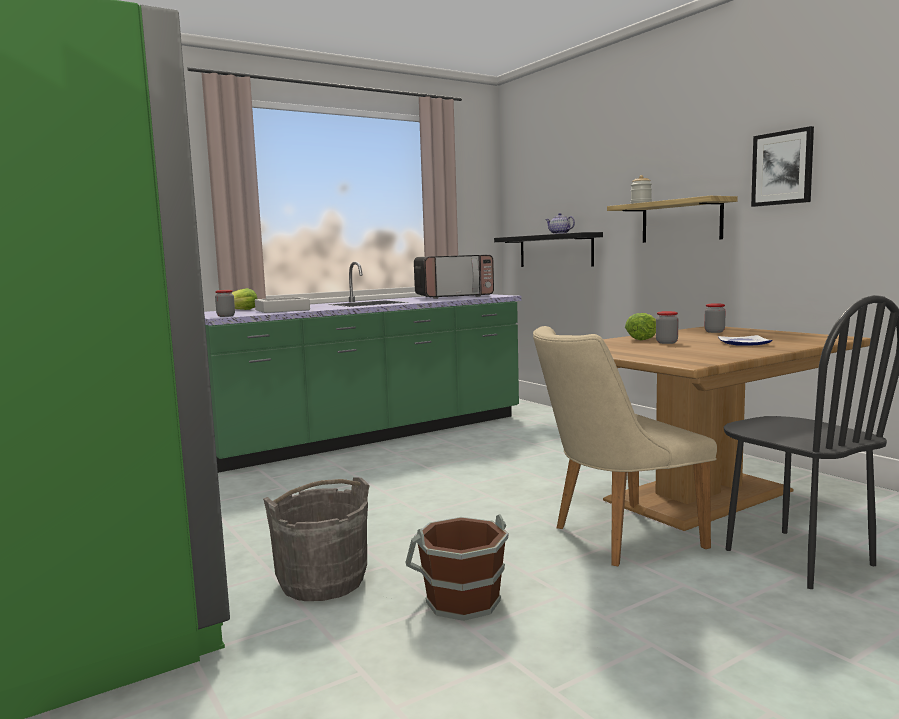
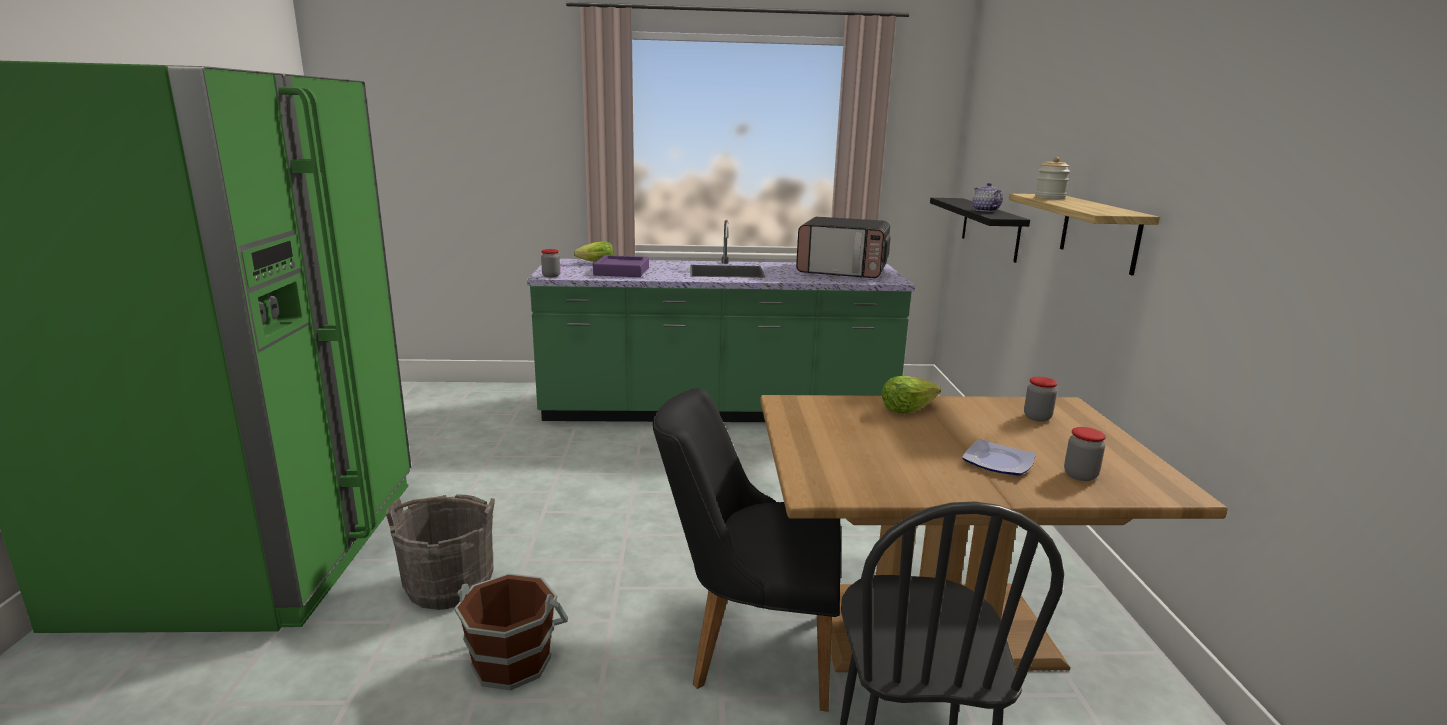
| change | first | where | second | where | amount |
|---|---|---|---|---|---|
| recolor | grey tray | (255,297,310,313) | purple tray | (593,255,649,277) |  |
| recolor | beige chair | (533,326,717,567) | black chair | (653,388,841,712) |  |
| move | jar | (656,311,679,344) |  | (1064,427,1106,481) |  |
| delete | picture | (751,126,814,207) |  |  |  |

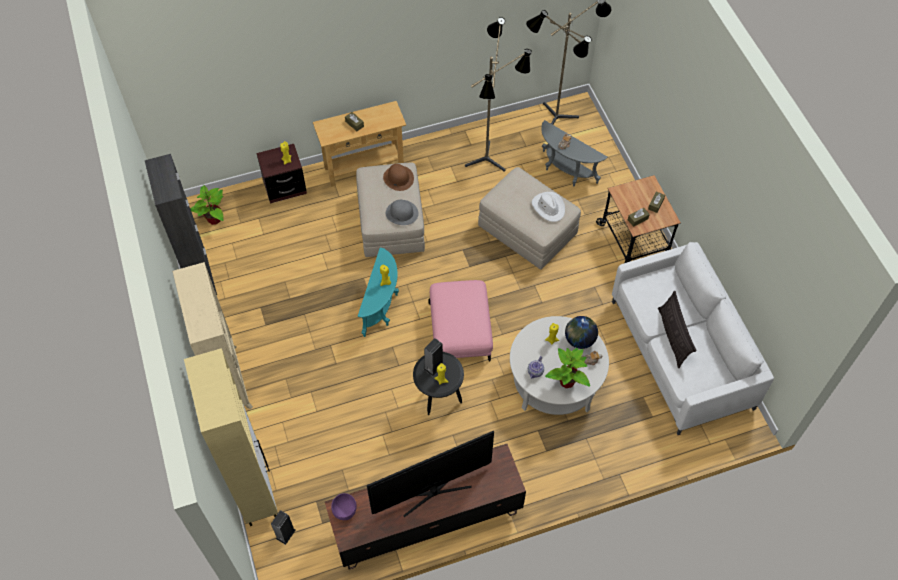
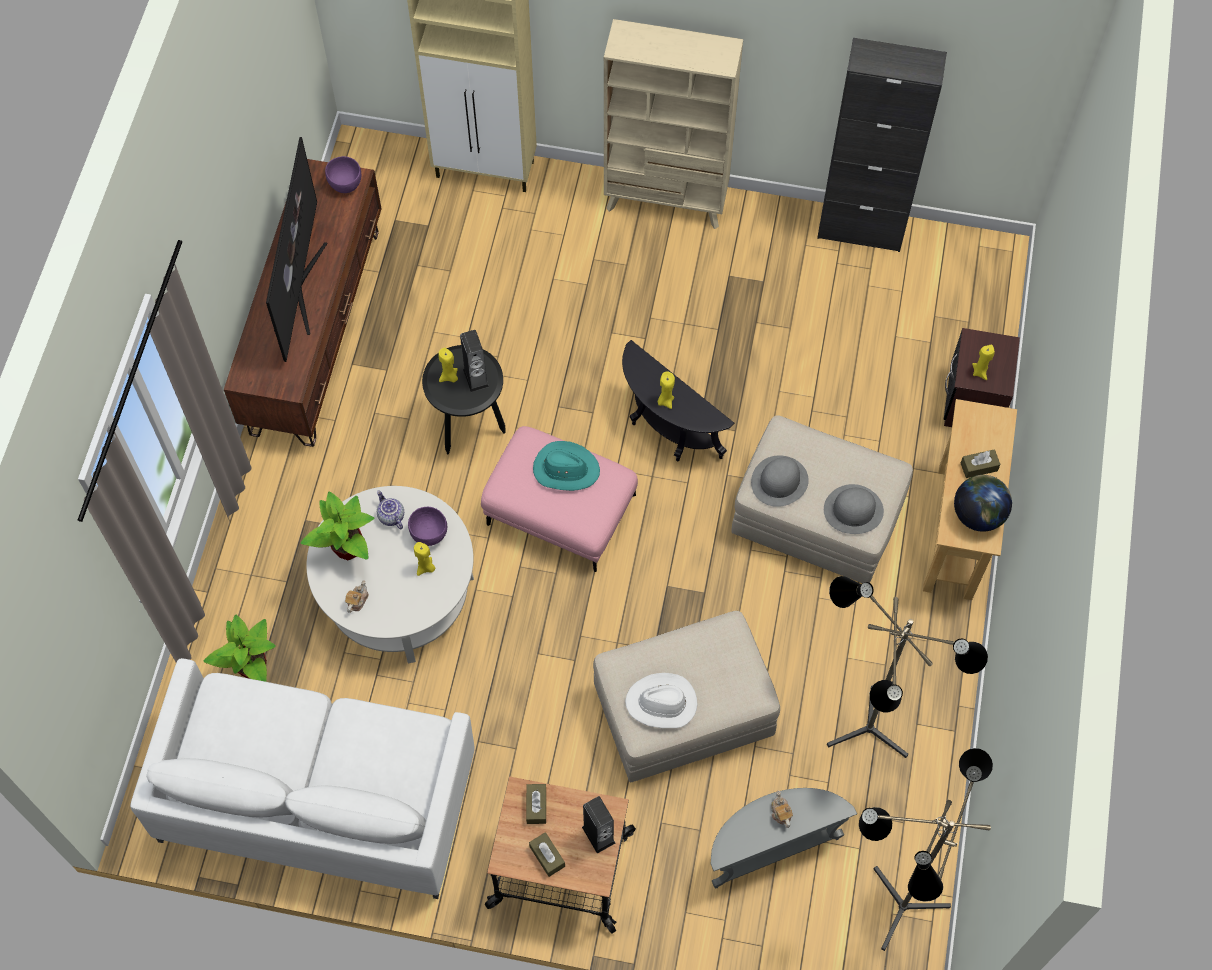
| change | first | where | second | where | amount |
|---|---|---|---|---|---|
| move | potted plant | (190,185,224,225) |  | (204,614,276,682) |  |
| insert |  |  | purple bowl | (408,507,447,546) |  |
| insert |  |  | turquoise hat | (533,441,600,491) |  |
| move | speaker | (271,510,296,545) |  | (582,796,615,854) |  |
| recolor | turquoise side table | (358,248,399,337) | black side table | (622,340,734,461) |  |
| recolor | brown hat | (383,164,414,191) | grey hat | (824,484,884,534) |  |
| move | globe | (565,316,598,349) |  | (954,475,1012,532) |  |
| delete | pillow | (658,291,697,368) |  |  |  |

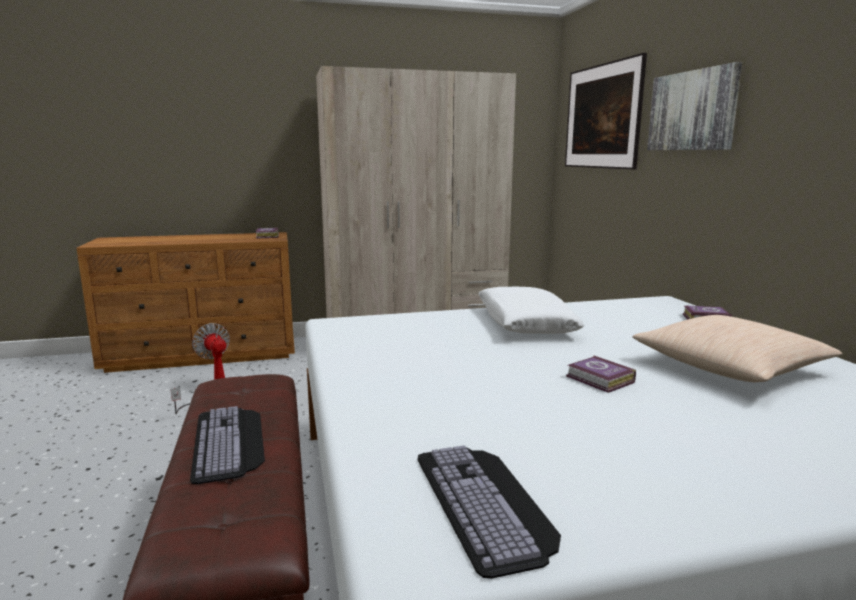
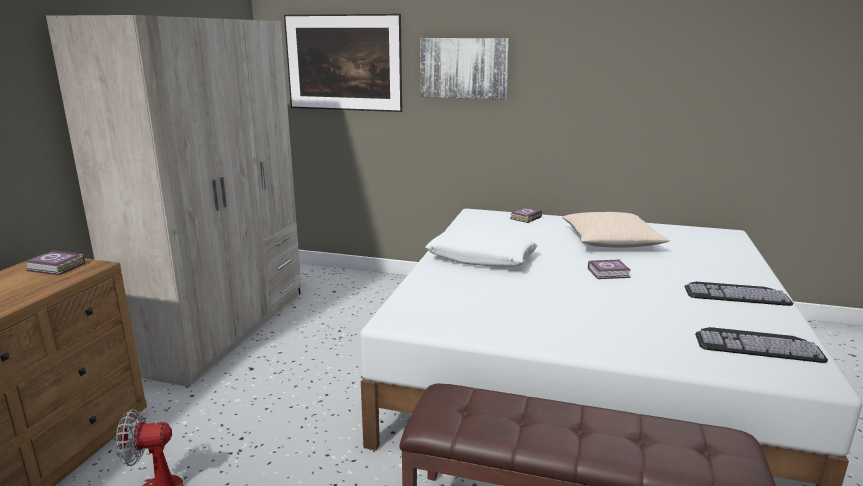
| change | first | where | second | where | amount |
|---|---|---|---|---|---|
| move | keyboard | (190,406,265,484) |  | (684,282,793,306) |  |

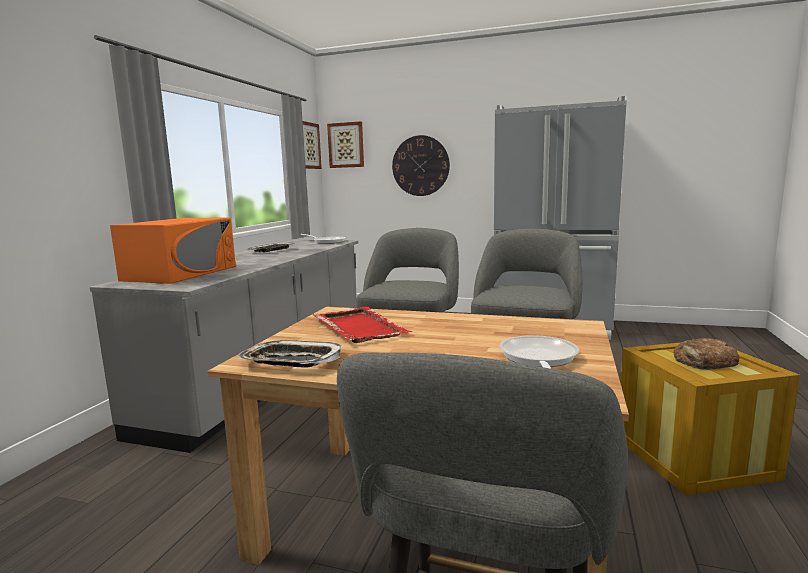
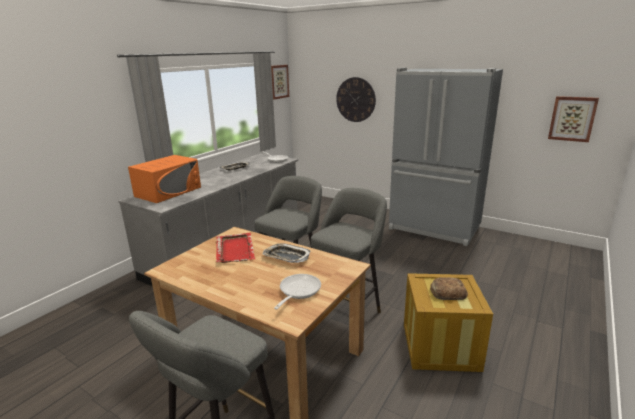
| change | first | where | second | where | amount |
|---|---|---|---|---|---|
| move | tray | (238,340,341,368) |  | (263,243,311,263) |  |
| move | picture | (327,121,364,168) |  | (548,96,599,142) |  |

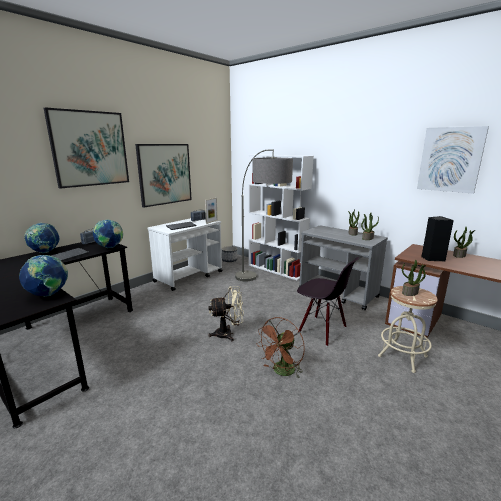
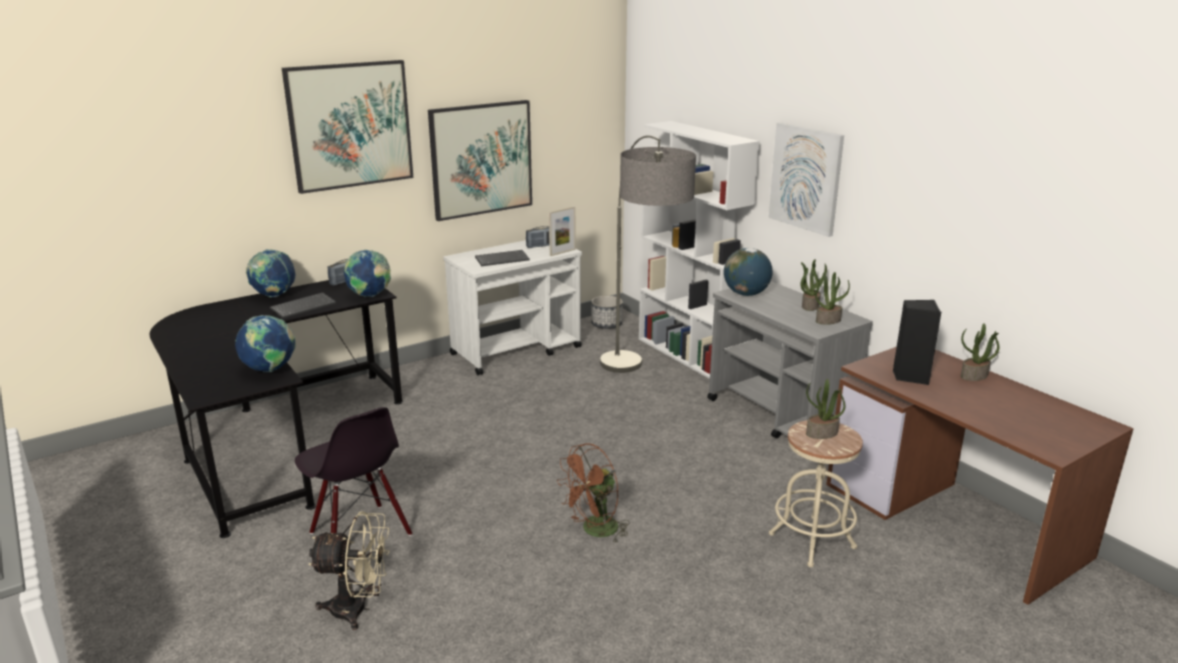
| change | first | where | second | where | amount |
|---|---|---|---|---|---|
| move | black chair | (297,257,360,346) |  | (295,407,412,536) |  |
| move | beige fan | (208,286,244,341) |  | (308,511,390,630) |  |
| insert |  |  | globe | (724,248,772,296) |  |
| move | picture | (417,126,489,194) |  | (768,122,844,237) |  |

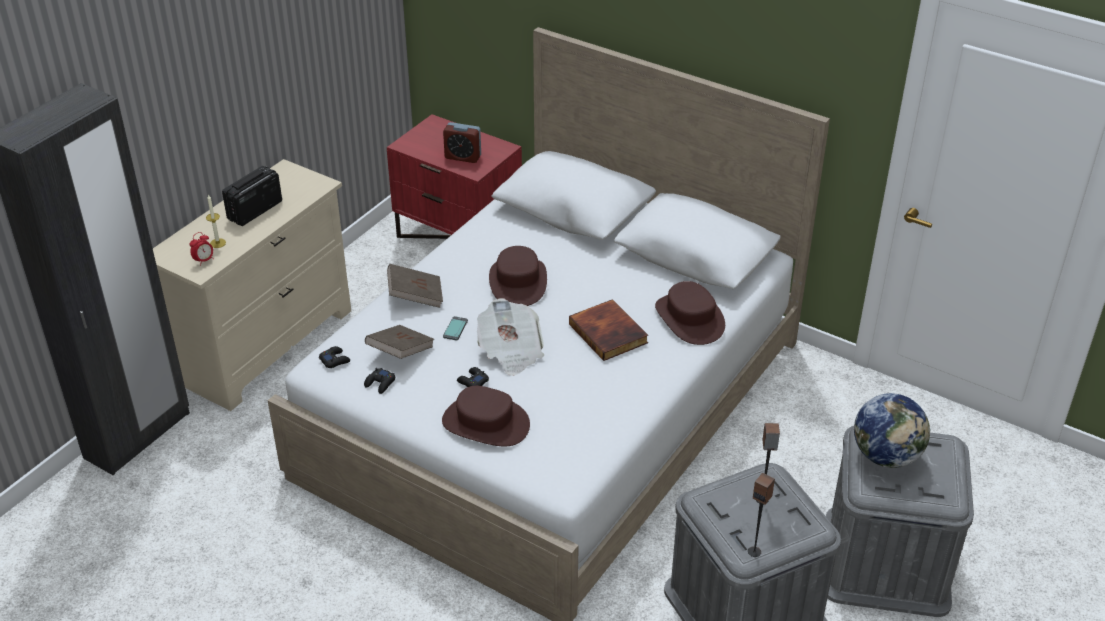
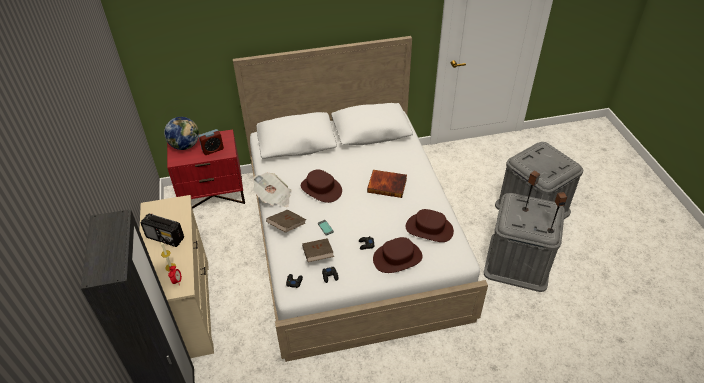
| change | first | where | second | where | amount |
|---|---|---|---|---|---|
| rotate | radio | (222,166,282,226) |  | (140,214,184,247) | 60 degrees counterclockwise |
| move | globe | (854,393,931,468) |  | (164,117,199,150) |  |
| move | newspaper | (477,298,544,376) |  | (253,173,291,207) |  |
| move | brown hat | (655,281,725,345) |  | (406,209,454,242) |  |

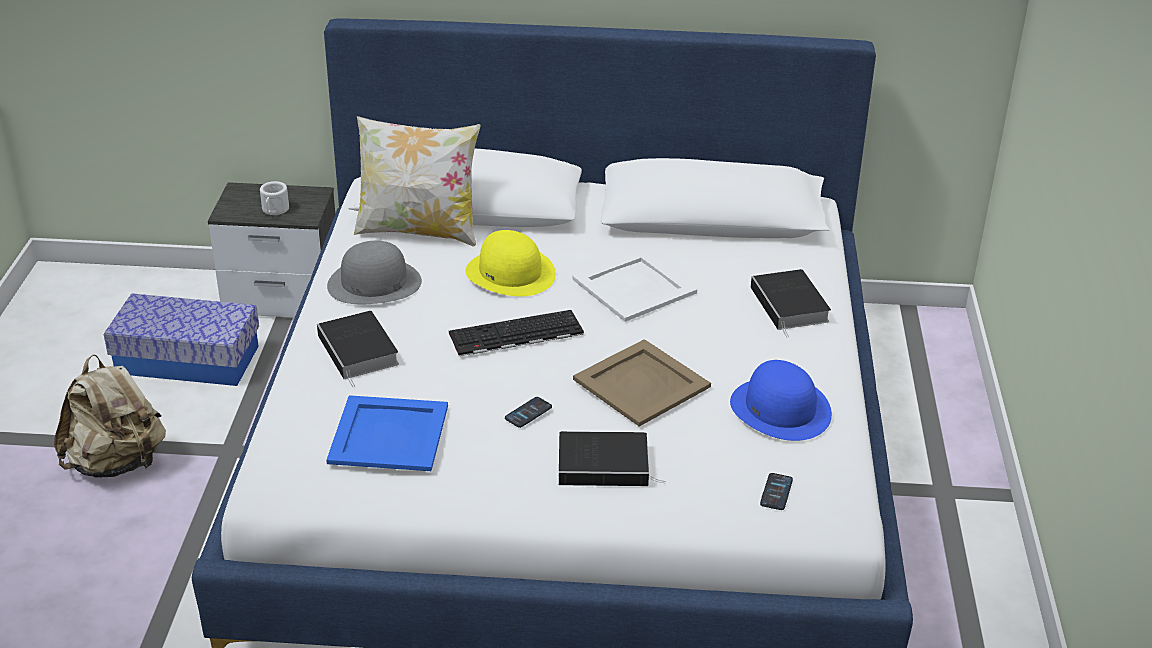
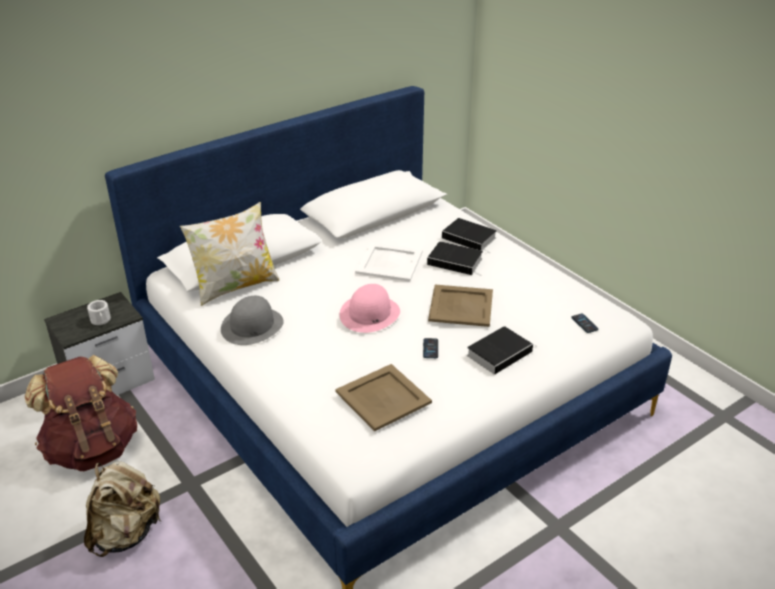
| change | first | where | second | where | amount |
|---|---|---|---|---|---|
| replace | storage box | (104,293,259,386) | brown backpack | (25,355,137,471) |  |
| recolor | blue tray | (326,395,448,471) | beige tray | (335,364,432,431) |  |
| replace | keyboard | (449,310,584,356) | pink hat | (340,284,400,333) |  |
| move | book | (317,311,399,387) |  | (427,241,483,276) |  |
| delete | yellow hat | (465,230,556,296) |  |  |  |
| delete | blue hat | (730,360,832,441) |  |  |  |

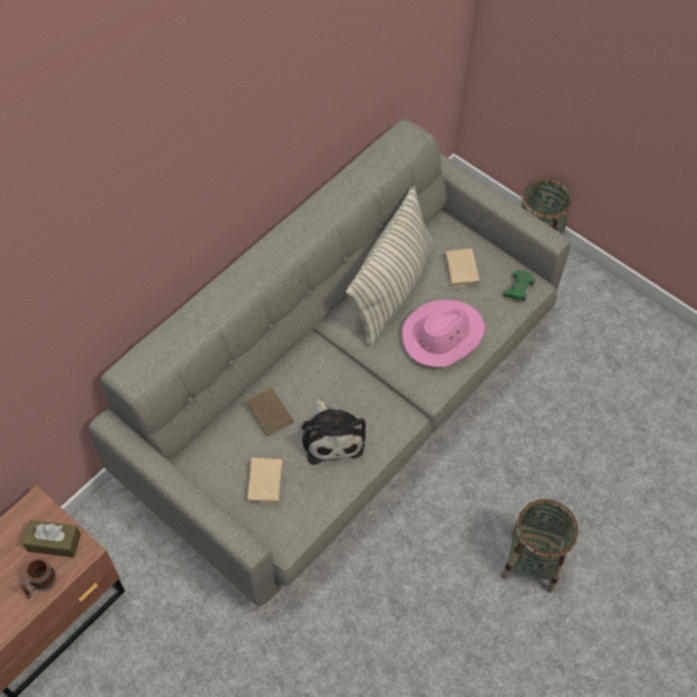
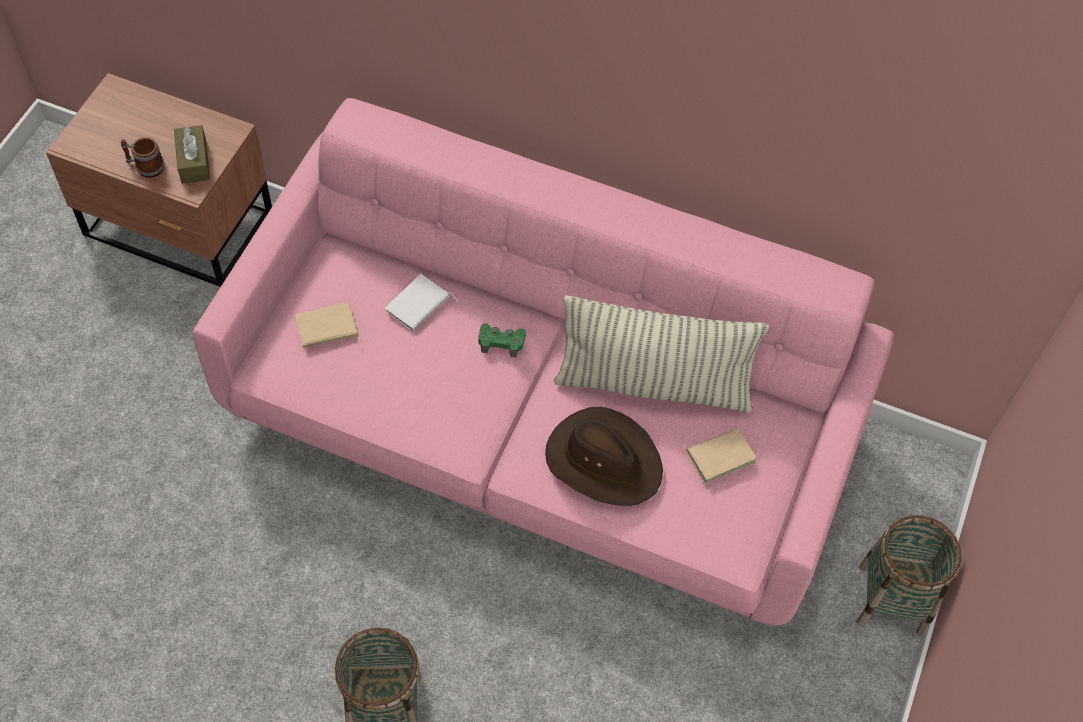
| change | first | where | second | where | amount |
|---|---|---|---|---|---|
| recolor | grey sofa | (89,119,571,606) | pink sofa | (193,98,894,625) |  |
| recolor | brown book | (246,384,294,436) | white book | (385,274,458,331) |  |
| move | green game controller | (503,270,535,302) |  | (478,323,526,357) |  |
| recolor | pink hat | (402,300,485,367) | brown hat | (545,407,663,506) |  |
| delete | plush toy | (302,398,366,465) |  |  |  |

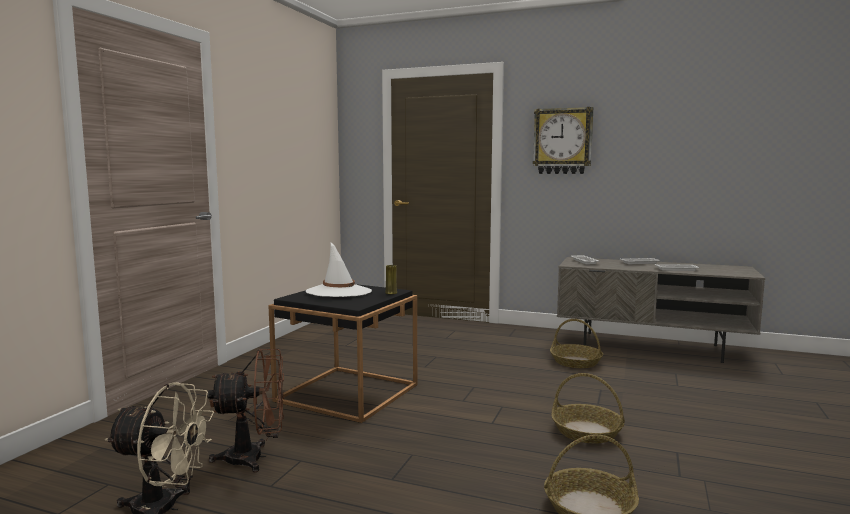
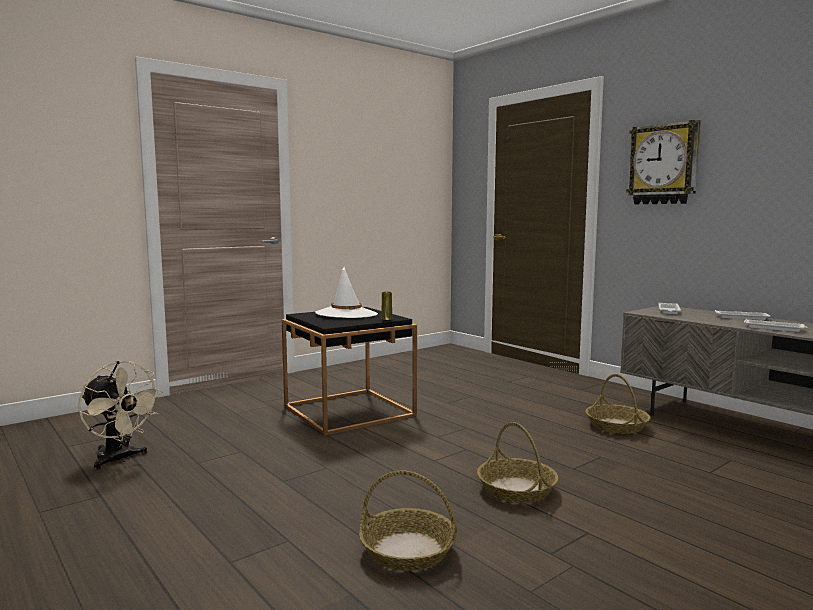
| change | first | where | second | where | amount |
|---|---|---|---|---|---|
| delete | brown fan | (208,349,284,472) |  |  |  |

